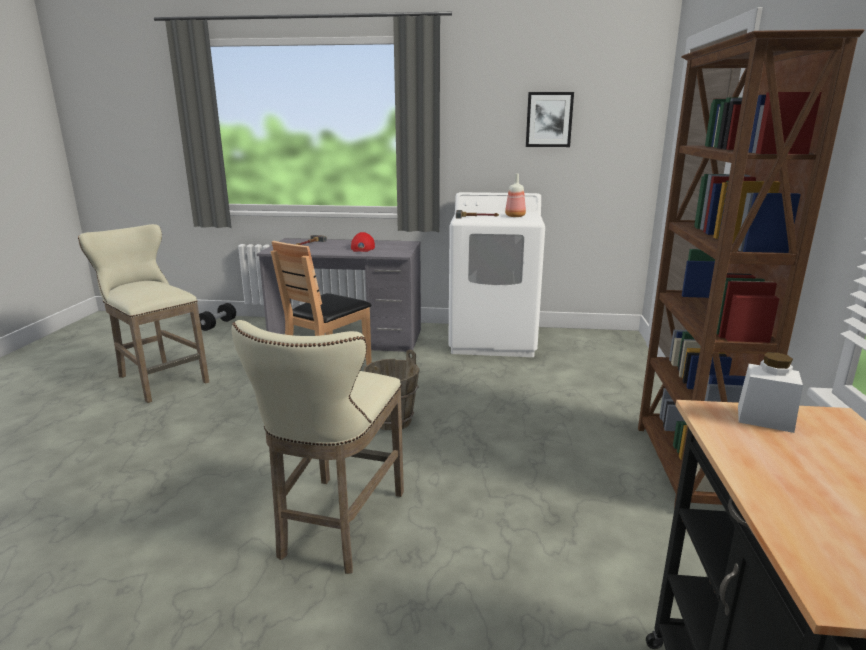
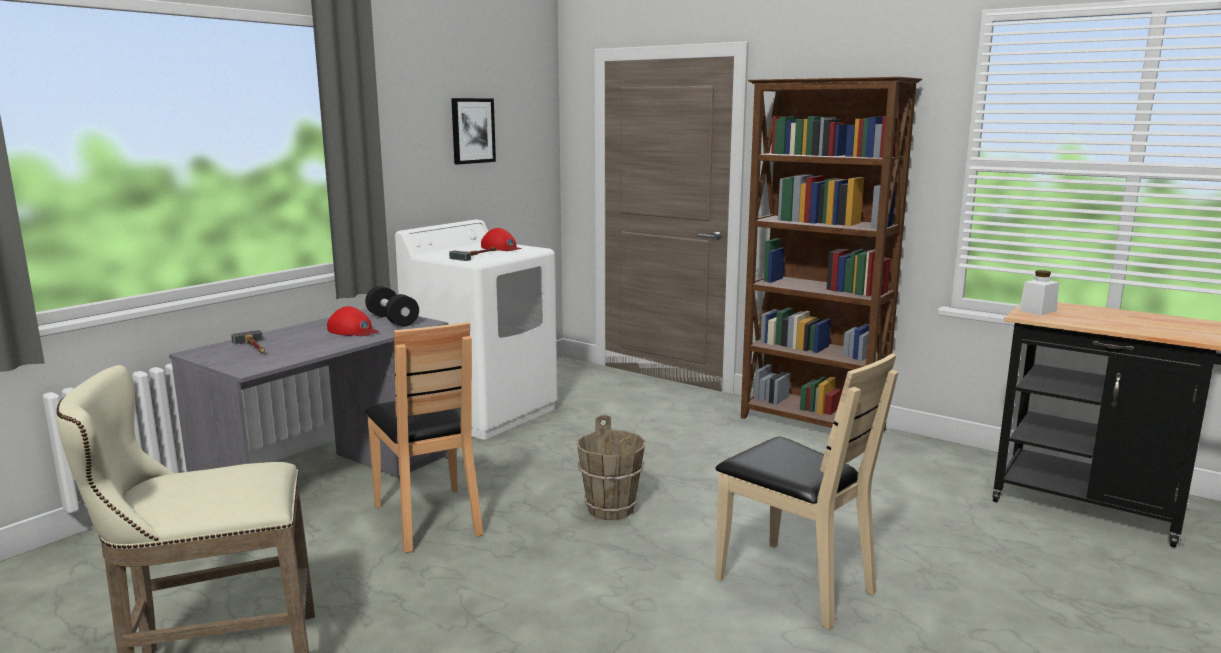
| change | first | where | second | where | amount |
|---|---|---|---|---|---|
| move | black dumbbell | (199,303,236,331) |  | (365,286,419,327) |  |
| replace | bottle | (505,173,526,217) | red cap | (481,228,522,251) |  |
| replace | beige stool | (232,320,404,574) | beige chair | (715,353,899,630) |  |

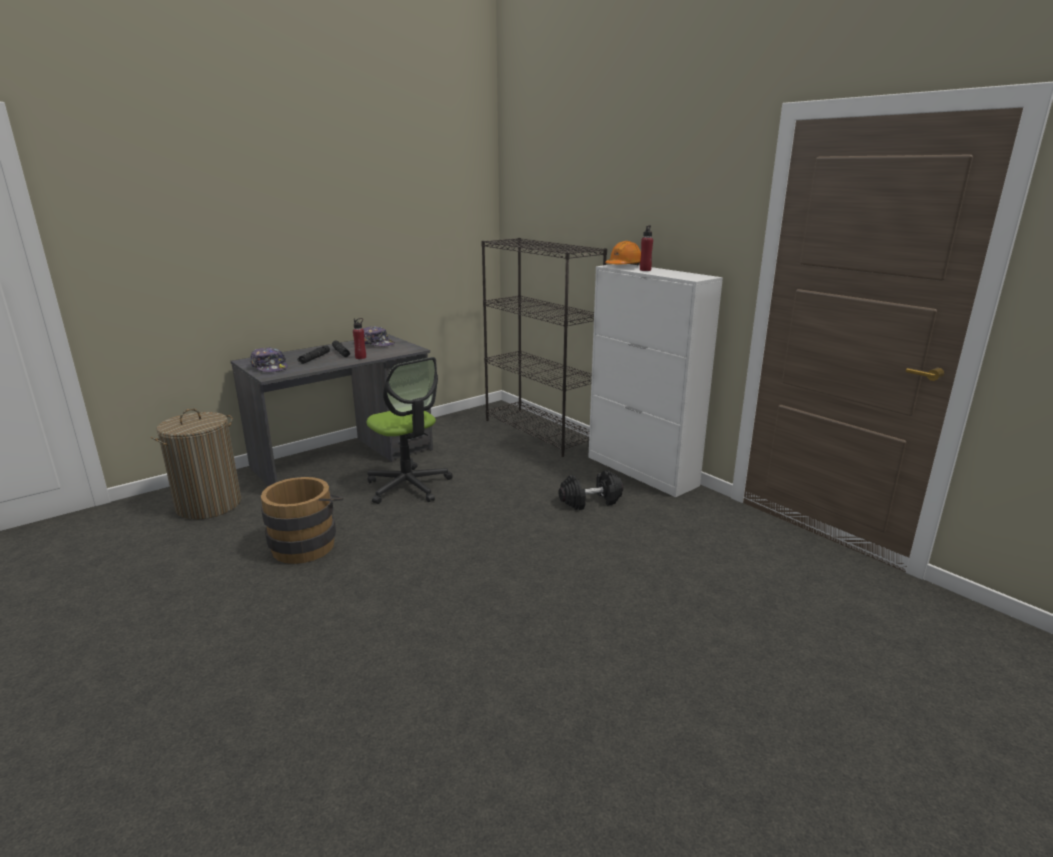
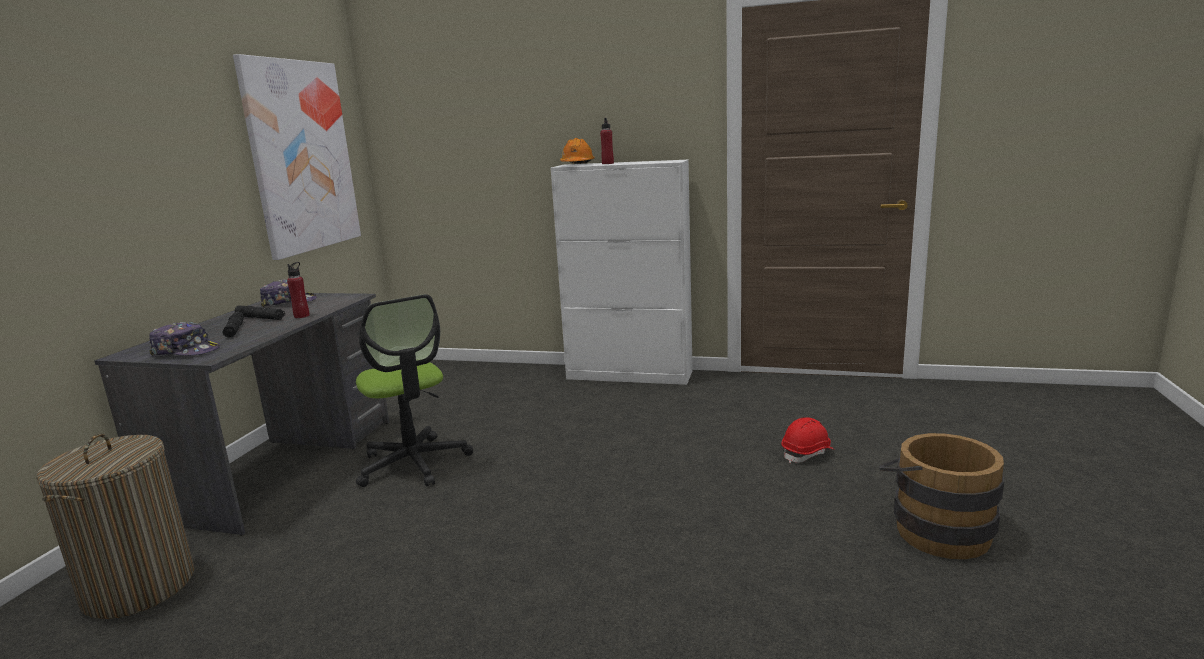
| change | first | where | second | where | amount |
|---|---|---|---|---|---|
| insert |  |  | picture | (233,54,361,260) |  |
| rotate | office chair | (367,357,453,504) |  | (356,294,473,487) | 45 degrees clockwise |
| insert |  |  | red hard hat | (781,417,835,463) |  |
| move | brown bucket | (261,477,343,564) |  | (879,433,1004,559) |  |
| delete | black bookcase | (481,238,607,457) |  |  |  |
| delete | black dumbbell | (558,470,623,510) |  |  |  |

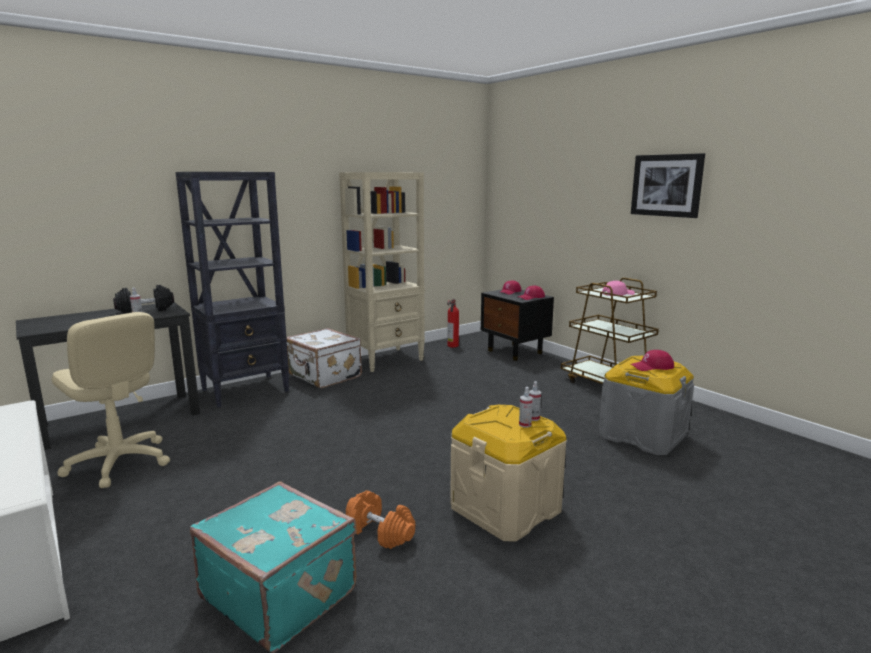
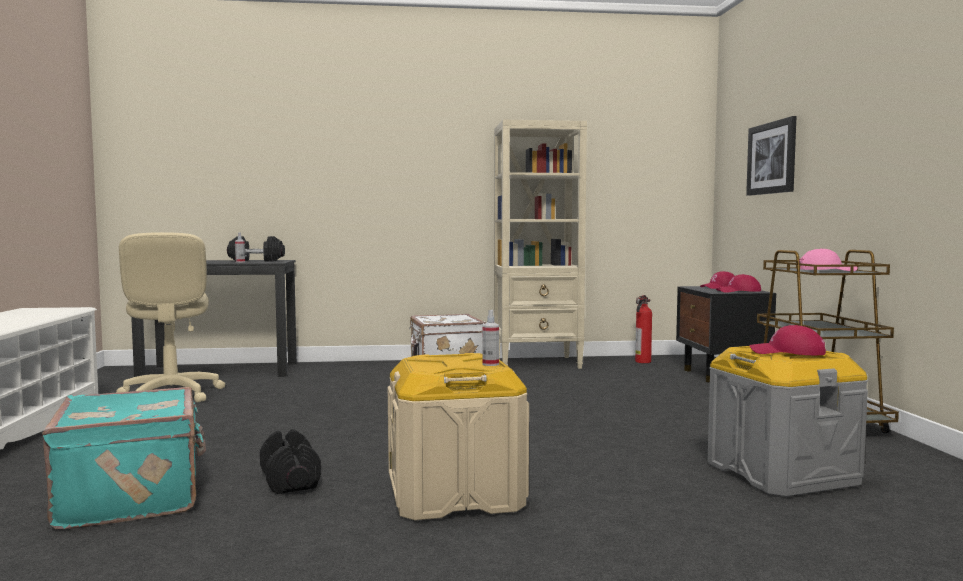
| change | first | where | second | where | amount |
|---|---|---|---|---|---|
| recolor | orange dumbbell | (346,490,415,549) | black dumbbell | (260,429,321,494) |  |
| move | picture | (631,153,705,218) |  | (746,116,797,196) |  |
| delete | black bookcase | (175,172,289,407) |  |  |  |
| delete | spray bottle | (519,387,533,428) |  |  |  |

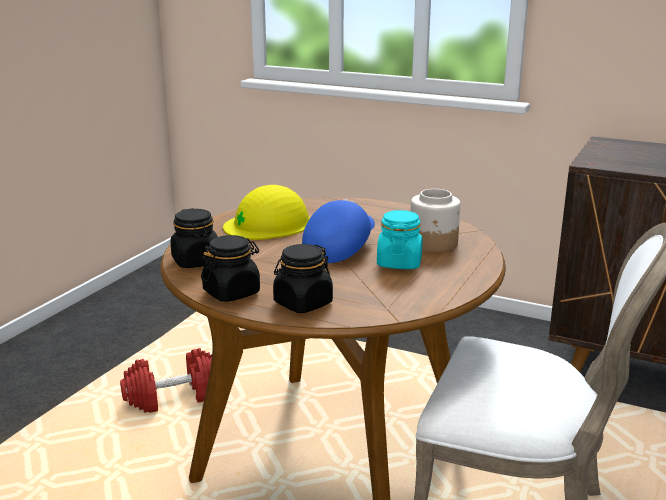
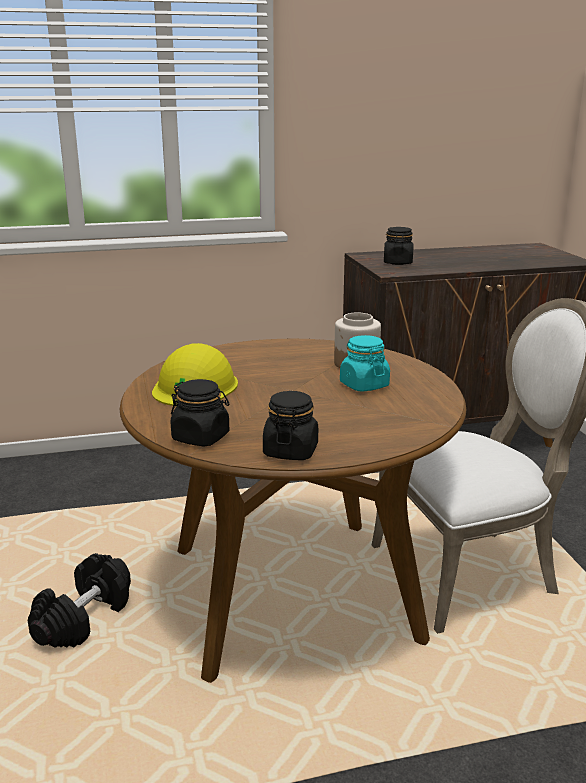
| change | first | where | second | where | amount |
|---|---|---|---|---|---|
| recolor | red dumbbell | (120,348,212,413) | black dumbbell | (28,553,131,648) |  |
| move | black jar | (273,244,333,313) |  | (384,227,413,265) |  |
| delete | blue cap | (302,199,375,263) |  |  |  |

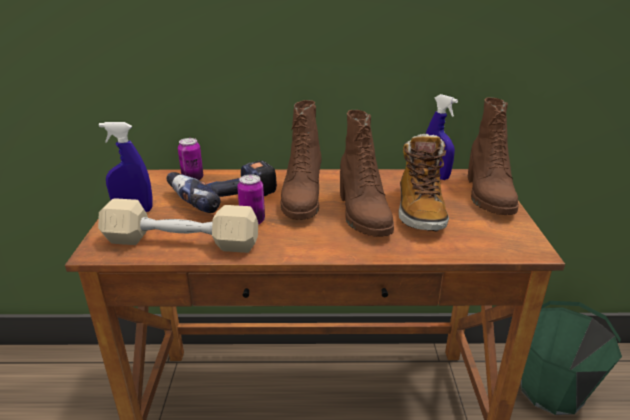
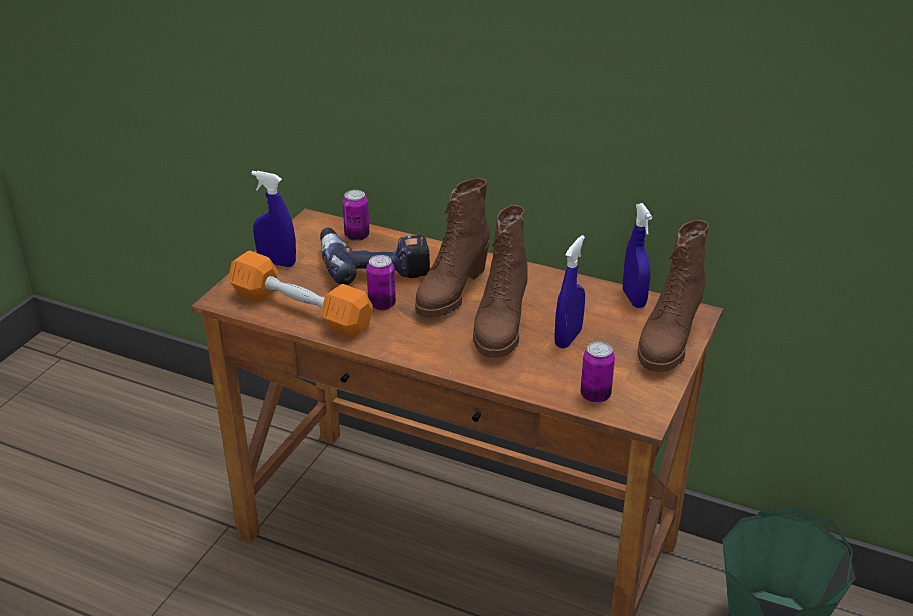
| change | first | where | second | where | amount |
|---|---|---|---|---|---|
| recolor | beige dumbbell | (98,198,258,253) | orange dumbbell | (228,250,373,338) |  |
| replace | boot | (399,134,449,232) | blue spray bottle | (554,235,585,349) |  |
| insert |  |  | can | (581,342,615,403) |  |

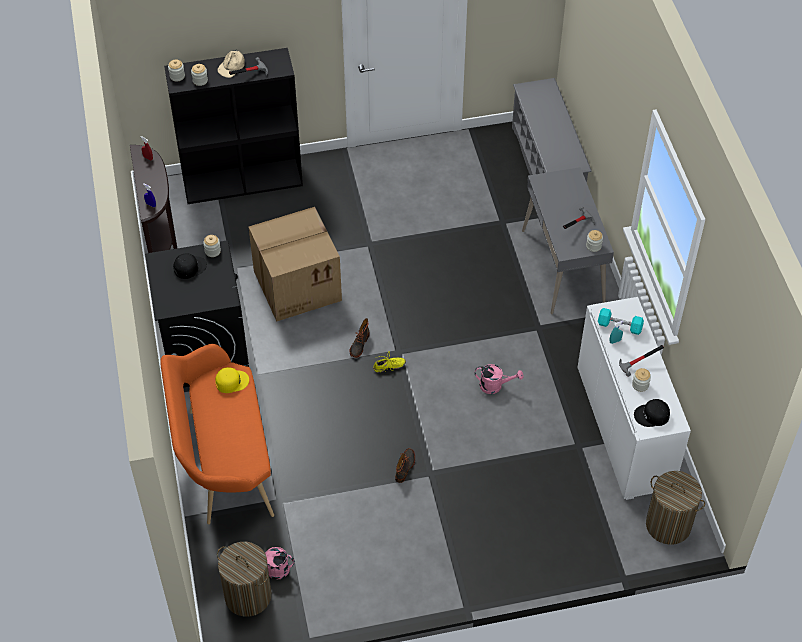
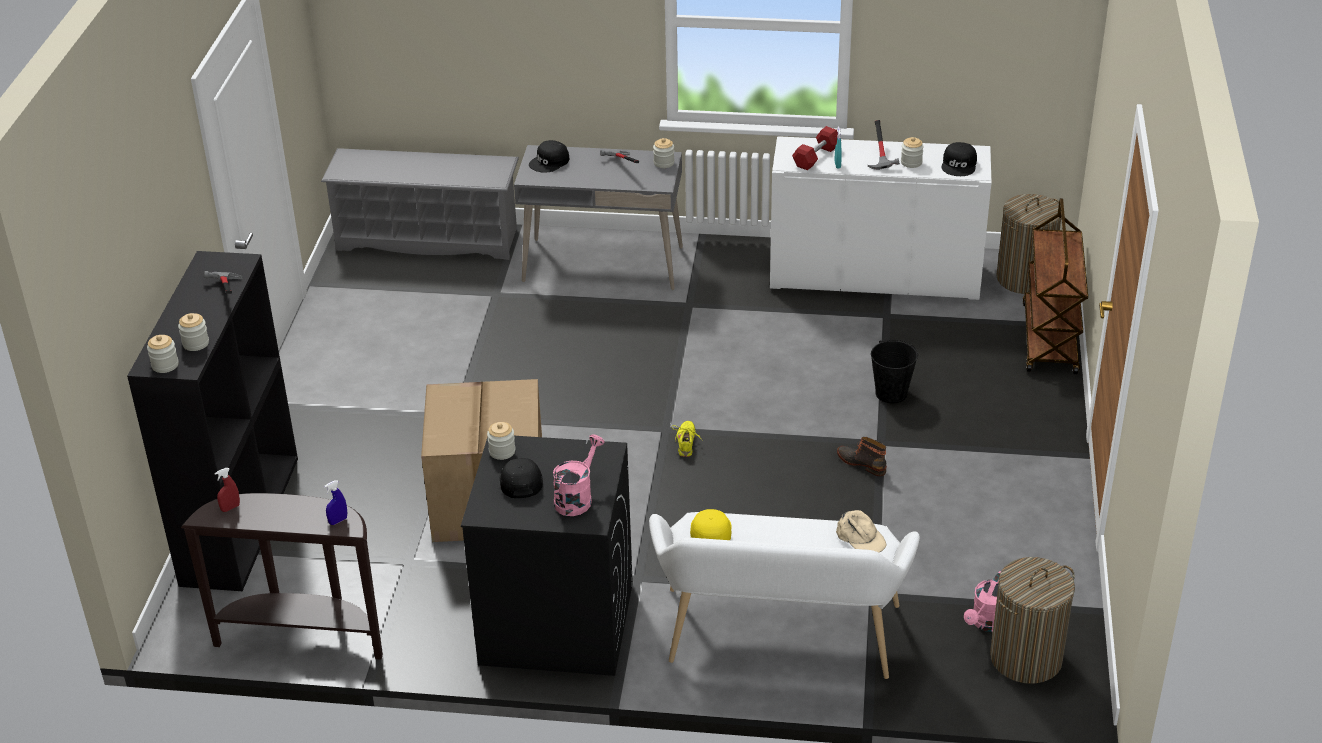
| change | first | where | second | where | amount |
|---|---|---|---|---|---|
| insert |  |  | black cap | (529,140,569,173) |  |
| move | pink watering can | (475,364,523,394) |  | (553,435,605,516) |  |
| recolor | orange bench | (160,344,274,524) | white bench | (649,512,920,679) |  |
| recolor | turquoise dumbbell | (598,308,644,335) | red dumbbell | (792,126,838,170) |  |
| move | beige cap | (217,50,245,78) |  | (836,510,886,553) |  |
| insert |  |  | black bucket | (871,340,918,403) |  |
| insert |  |  | brown cart | (1023,198,1088,374) |  |
| delete | boot | (349,318,370,358) |  |  |  |

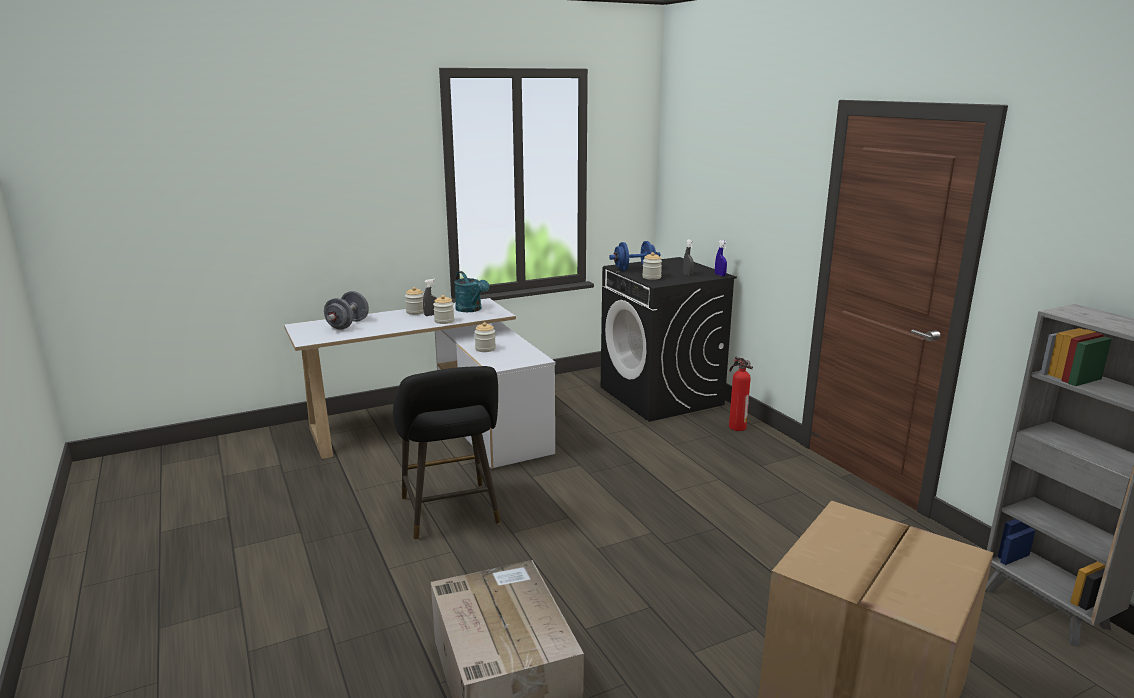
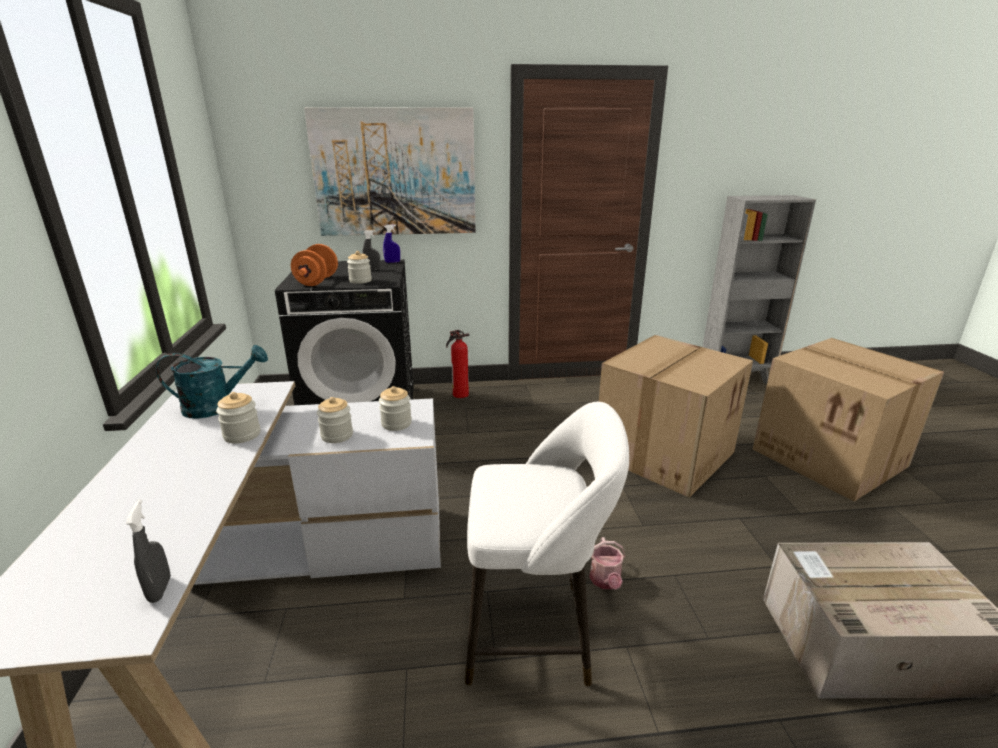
| change | first | where | second | where | amount |
|---|---|---|---|---|---|
| move | grey spray bottle | (423,279,437,316) |  | (126,500,171,603) |  |
| recolor | blue dumbbell | (609,241,660,271) | orange dumbbell | (291,244,338,286) |  |
| insert |  |  | picture | (304,107,475,236) |  |
| move | jar | (405,287,424,315) |  | (379,386,412,431) |  |
| recolor | black stool | (393,366,501,540) | white stool | (465,402,629,686) |  |
| insert |  |  | watering can | (589,537,625,590) |  |
| insert |  |  | cardboard box | (599,335,753,498) |  |
| delete | grey dumbbell | (324,291,369,330) |  |  |  |

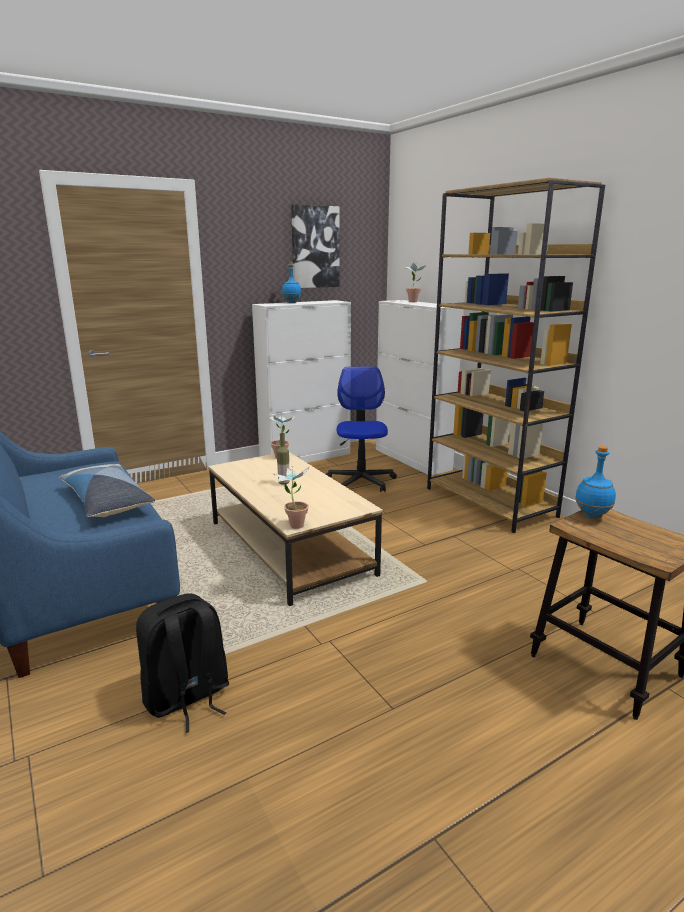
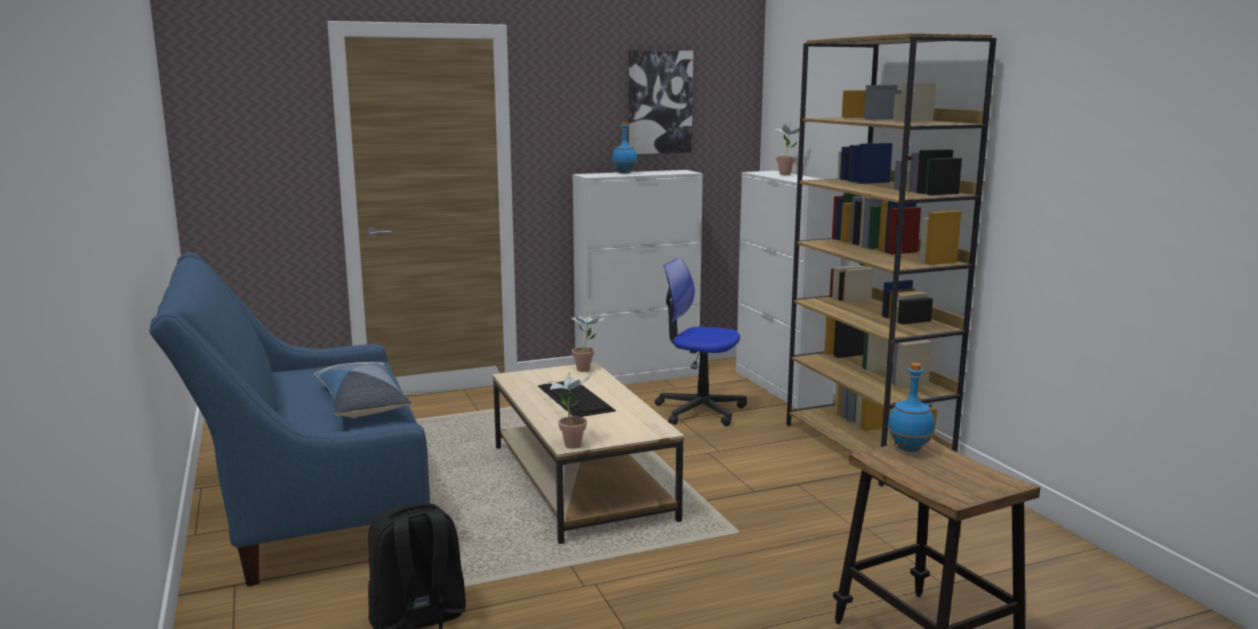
| change | first | where | second | where | amount |
|---|---|---|---|---|---|
| replace | bottle | (277,433,289,485) | keyboard | (538,381,616,417) |  |
| rotate | office chair | (326,367,397,492) |  | (655,259,747,426) | 75 degrees counterclockwise |

